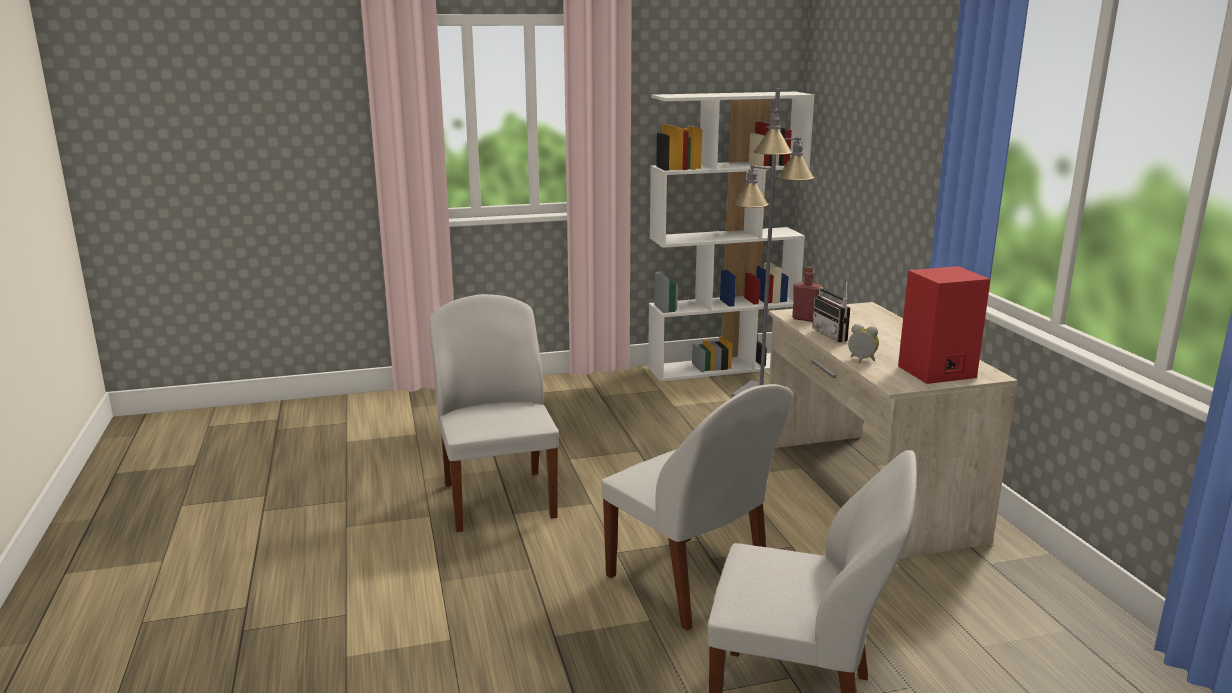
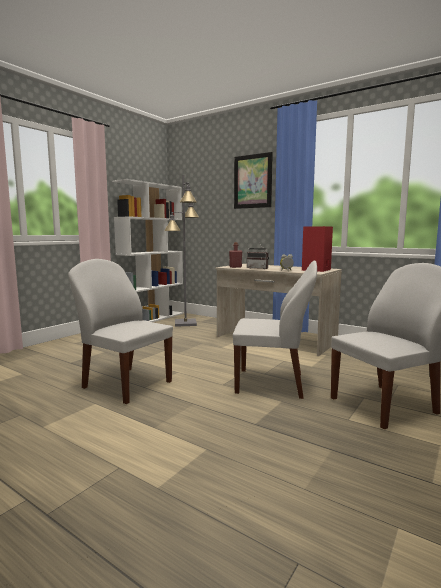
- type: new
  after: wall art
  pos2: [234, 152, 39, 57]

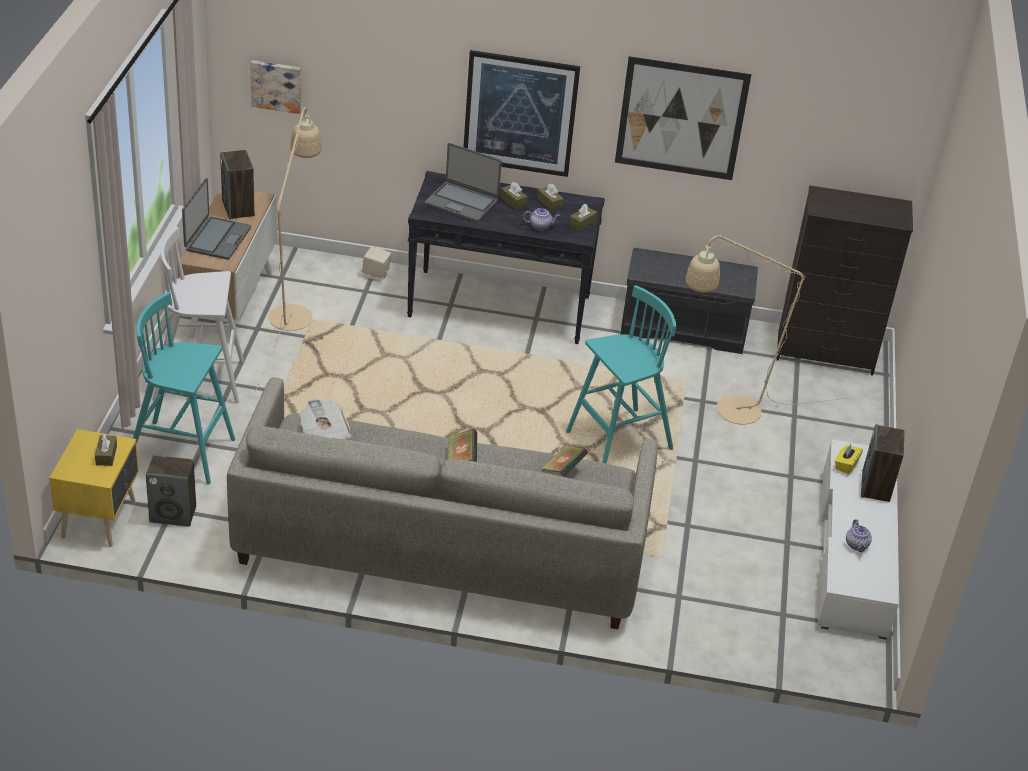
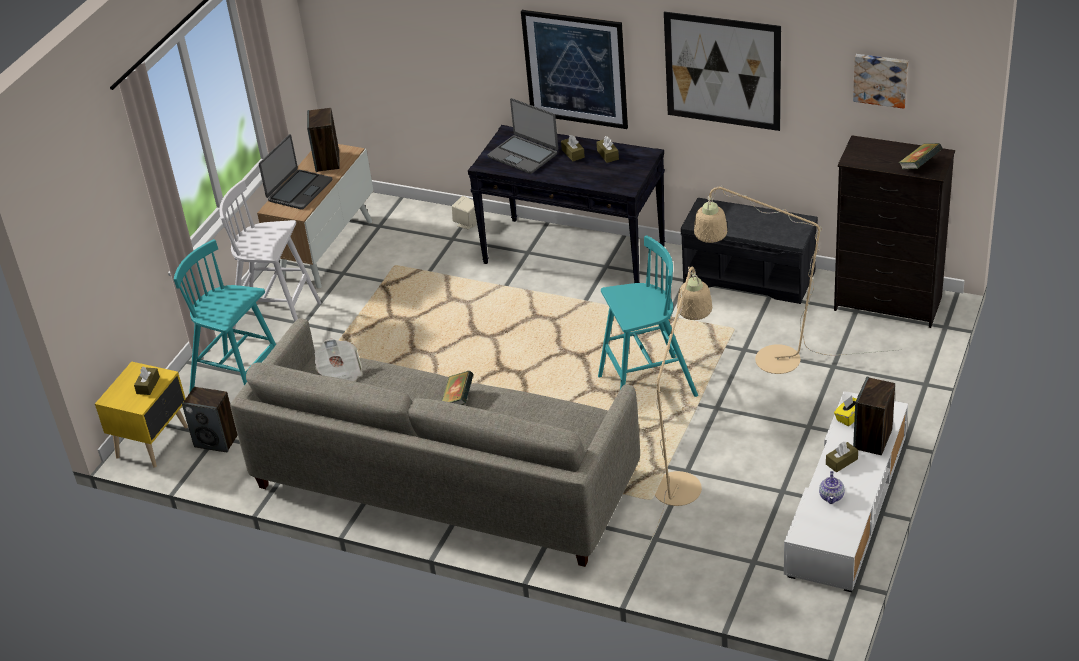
- type: shifted
  before: wall art
  pos1: [250, 60, 51, 54]
  pos2: [853, 54, 56, 55]
- type: shifted
  before: floor lamp (sand-coloured)
  pos1: [255, 107, 67, 284]
  pos2: [631, 267, 81, 316]
- type: shifted
  before: tissue box (brown)
  pos1: [569, 204, 28, 27]
  pos2: [826, 442, 32, 31]
- type: gone
  before: pot for tea
  pos1: [523, 208, 37, 23]
- type: shifted
  before: book
  pos1: [541, 445, 47, 32]
  pos2: [898, 143, 45, 26]

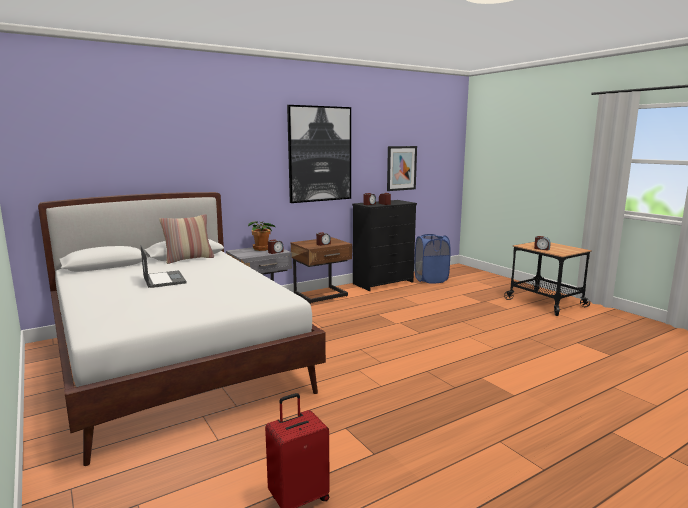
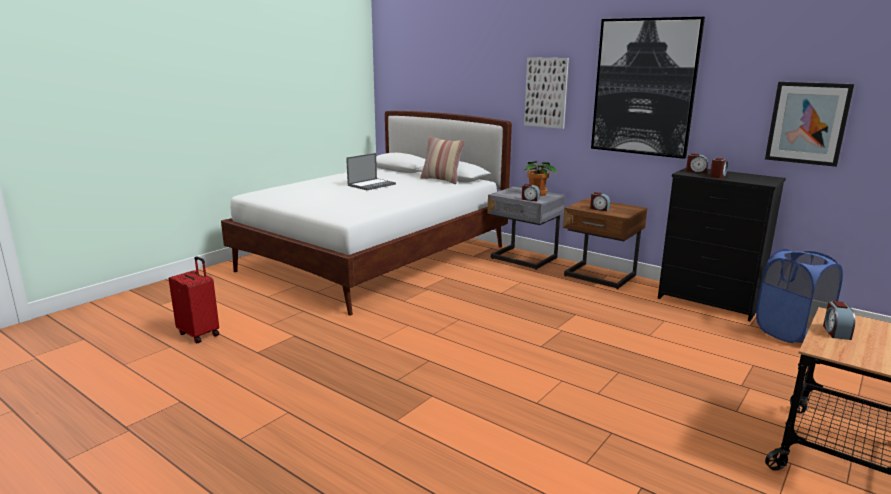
- type: new
  after: wall art
  pos2: [524, 57, 45, 72]

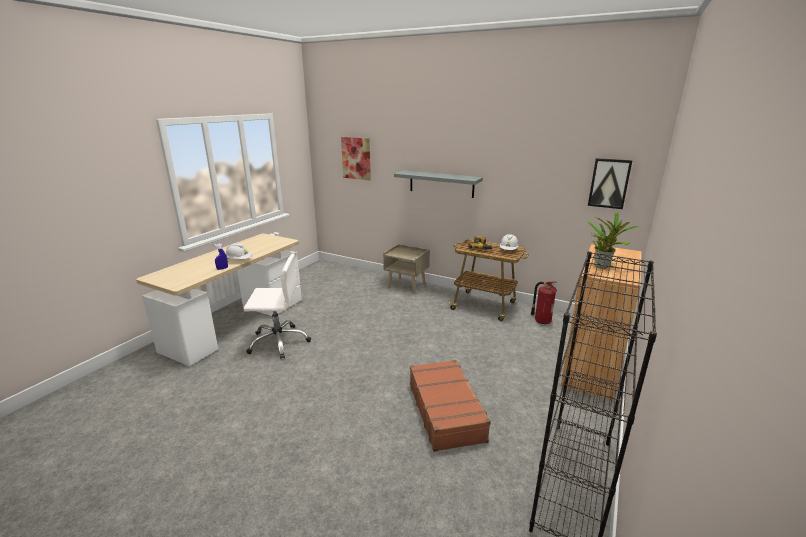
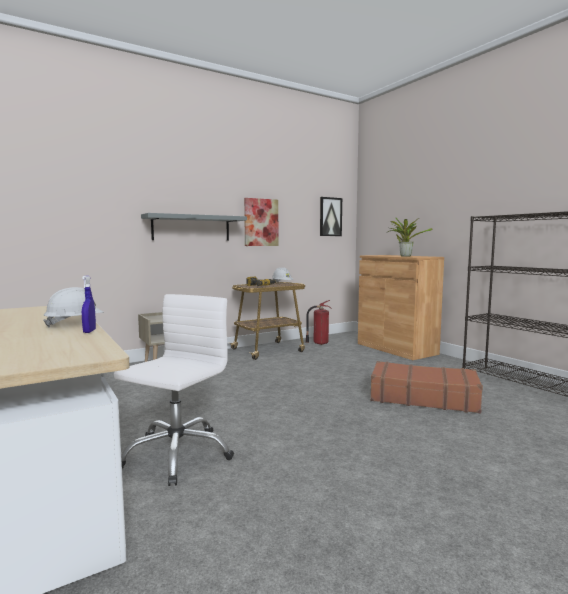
- type: shifted
  before: wall art
  pos1: [341, 137, 30, 43]
  pos2: [244, 198, 34, 48]

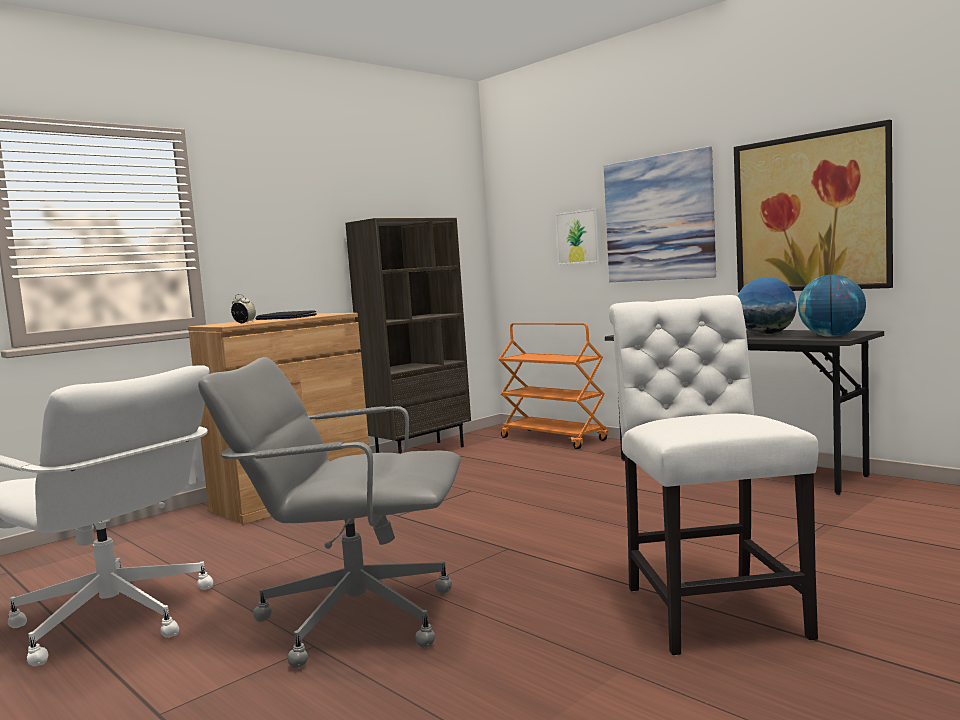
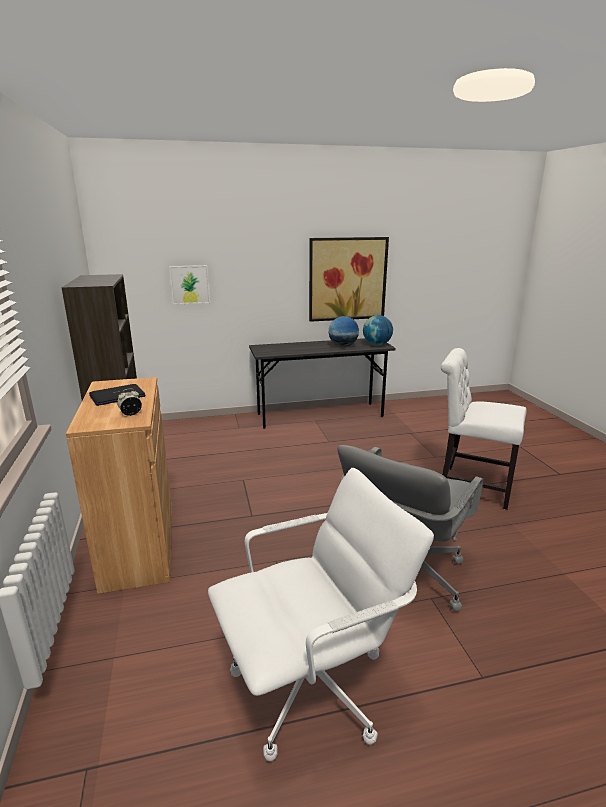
- type: gone
  before: wall art
  pos1: [604, 146, 112, 136]
- type: gone
  before: trolley (orange-coloured)
  pos1: [498, 323, 110, 126]

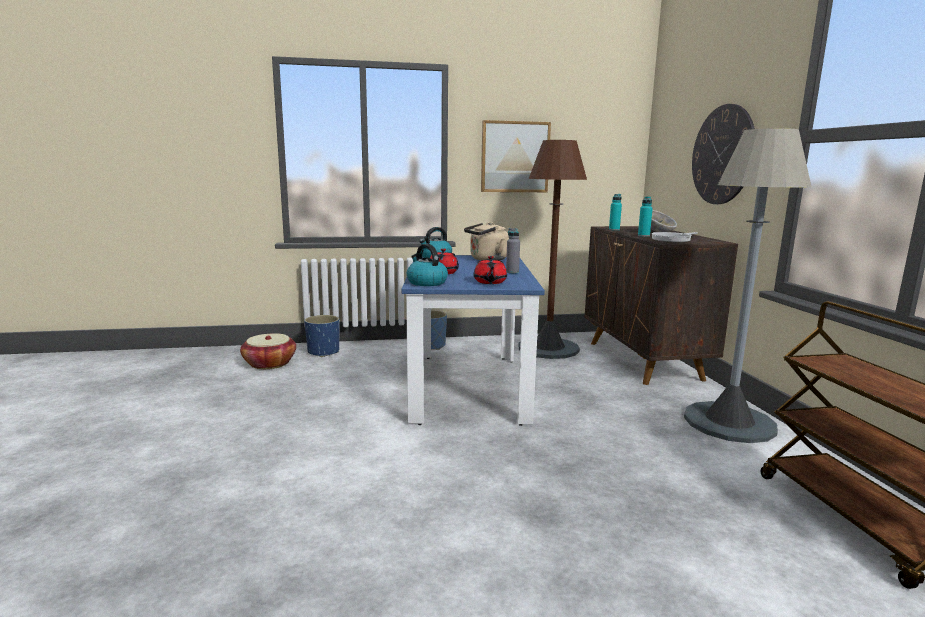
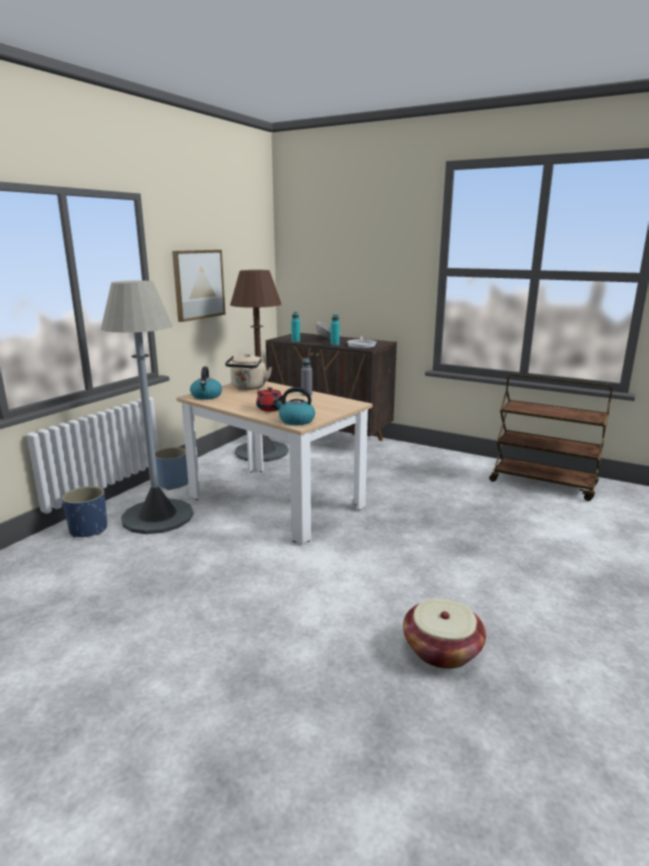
- type: gone
  before: clock on the wall
  pos1: [692, 104, 63, 100]
- type: shifted
  before: floor lamp (grey)
  pos1: [684, 128, 127, 315]
  pos2: [101, 280, 93, 254]
- type: repainted
  before: dinner table (blue-coloured)
  after: dinner table (sand-coloured)
  pos1: [401, 255, 144, 171]
  pos2: [177, 381, 196, 163]
- type: gone
  before: pot for tea (reddish)
  pos1: [473, 256, 34, 28]
- type: shifted
  before: basket
  pos1: [240, 333, 56, 36]
  pos2: [403, 599, 83, 70]

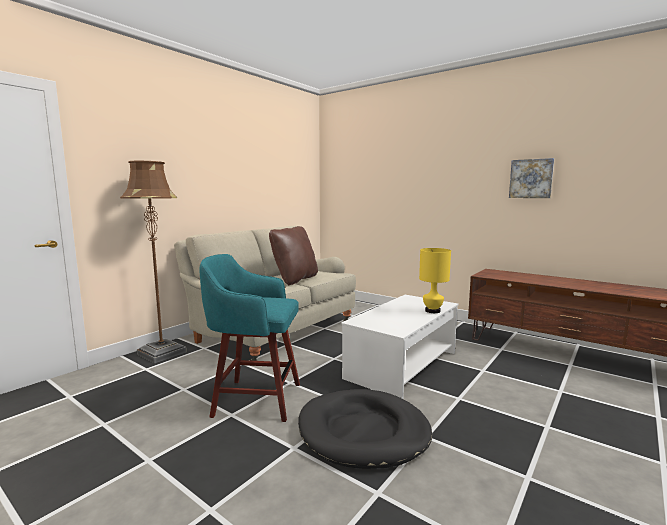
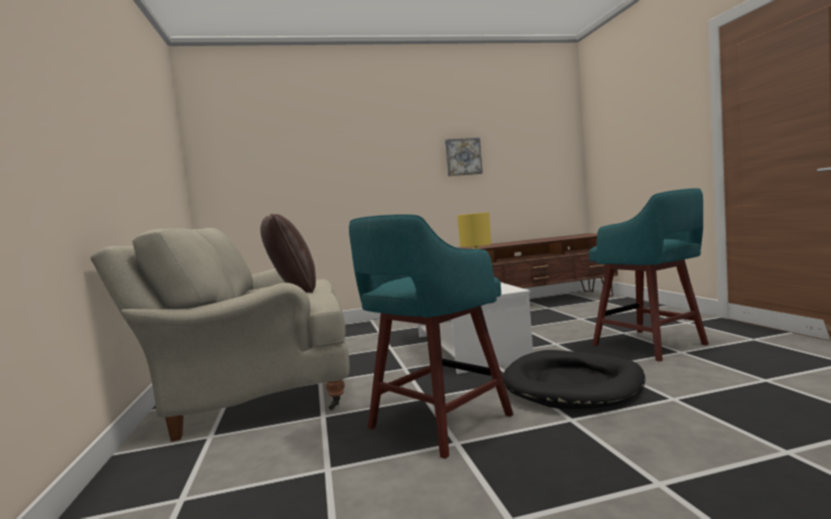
- type: gone
  before: floor lamp (brown)
  pos1: [120, 161, 67, 202]
- type: new
  after: stool (turquoise)
  pos2: [589, 188, 120, 174]

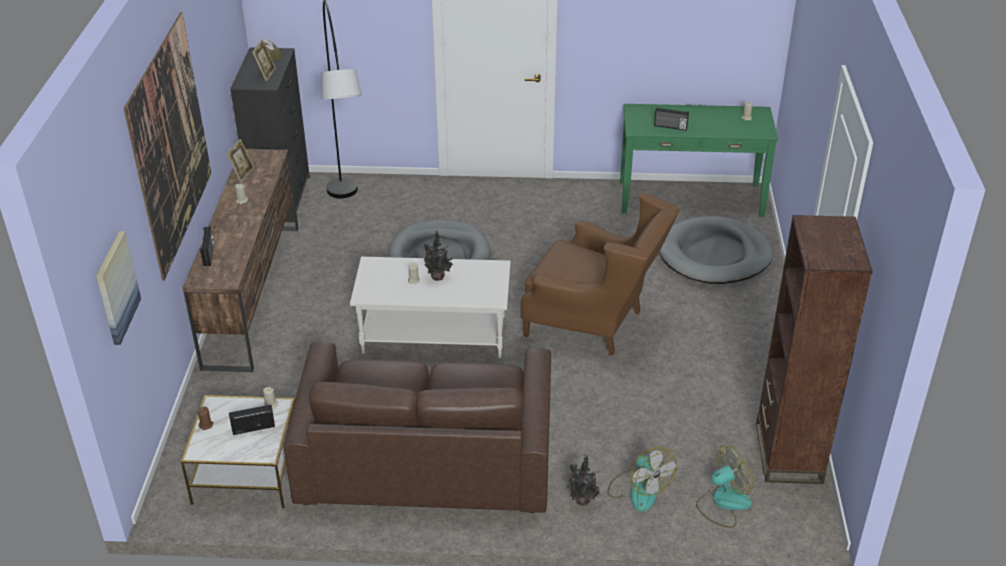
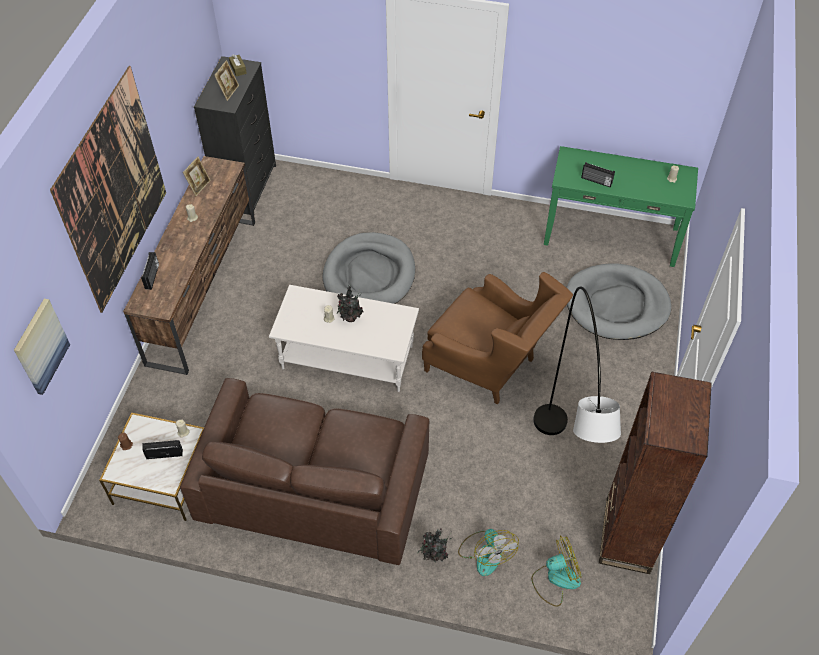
- type: shifted
  before: floor lamp (grey)
  pos1: [321, 0, 41, 198]
  pos2: [533, 286, 88, 157]

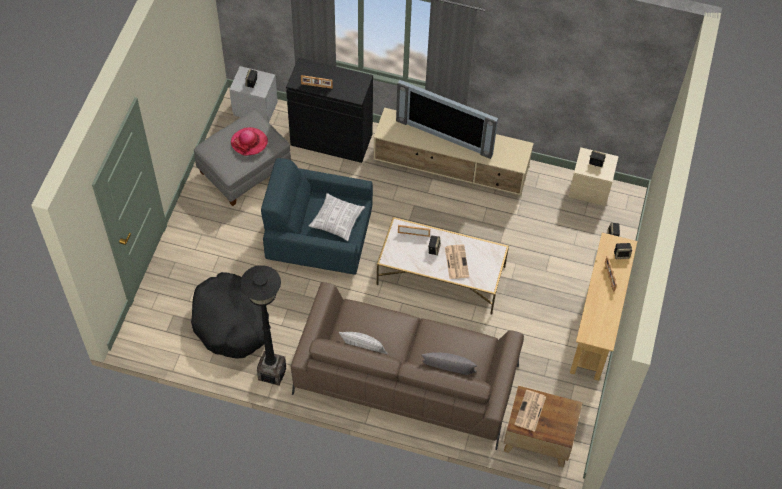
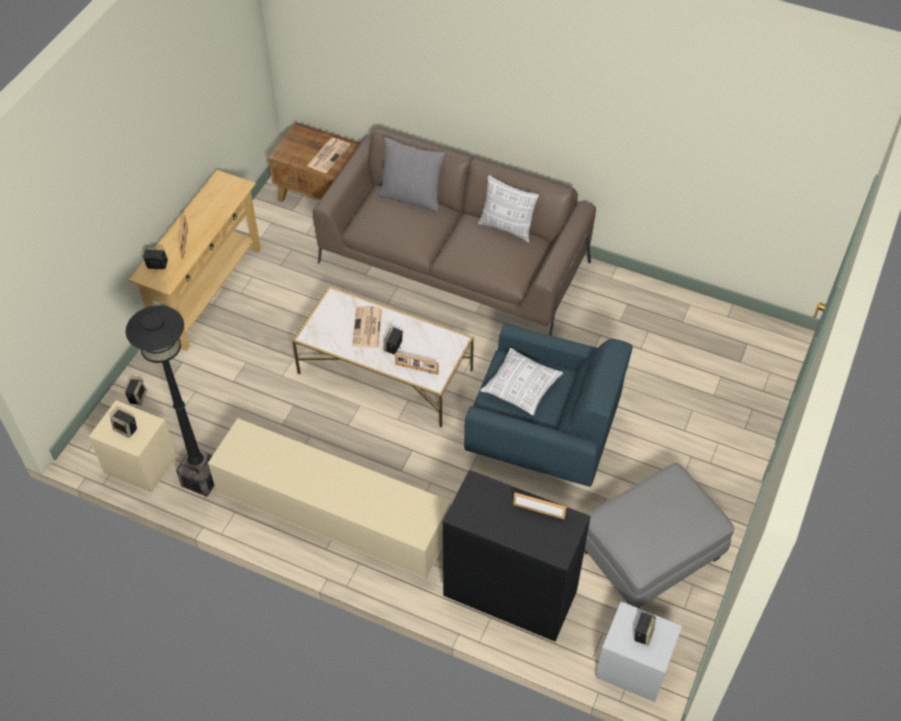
- type: gone
  before: television
  pos1: [396, 80, 102, 79]
- type: gone
  before: clothing hat
  pos1: [231, 127, 37, 29]
- type: shifted
  before: floor lamp (black-coloured)
  pos1: [240, 265, 46, 121]
  pos2: [126, 305, 89, 192]
- type: gone
  before: dog cushion (black-coloured)
  pos1: [191, 272, 78, 87]

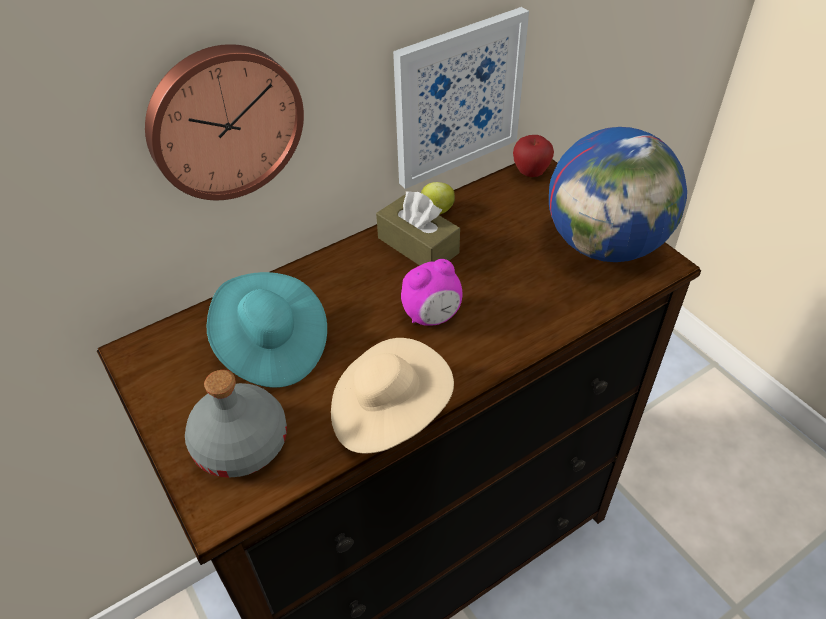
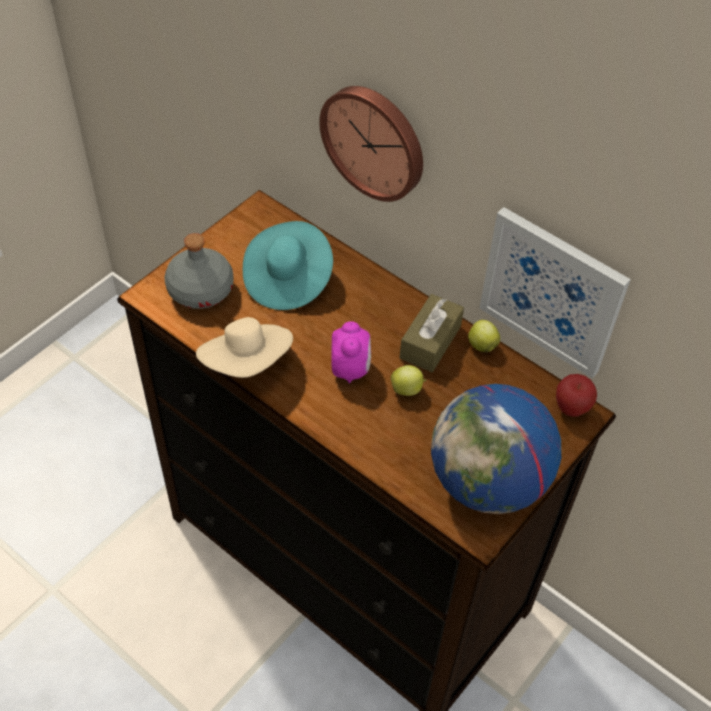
- type: rotated
  before: bedside clock
  pos1: [401, 259, 62, 67]
  pos2: [332, 321, 39, 62]
  turn: -135
- type: new
  after: apple
  pos2: [391, 365, 35, 31]

